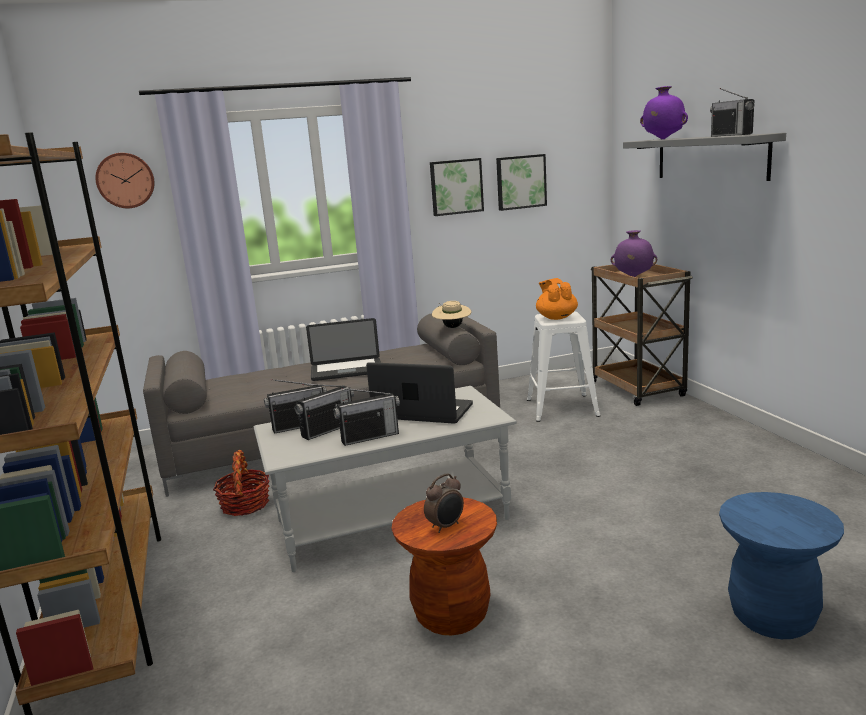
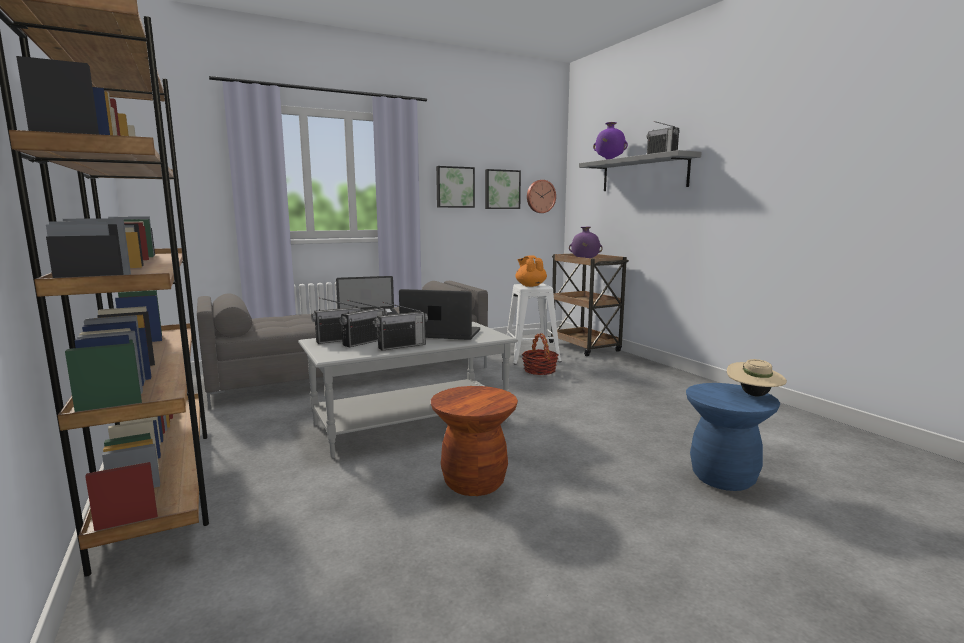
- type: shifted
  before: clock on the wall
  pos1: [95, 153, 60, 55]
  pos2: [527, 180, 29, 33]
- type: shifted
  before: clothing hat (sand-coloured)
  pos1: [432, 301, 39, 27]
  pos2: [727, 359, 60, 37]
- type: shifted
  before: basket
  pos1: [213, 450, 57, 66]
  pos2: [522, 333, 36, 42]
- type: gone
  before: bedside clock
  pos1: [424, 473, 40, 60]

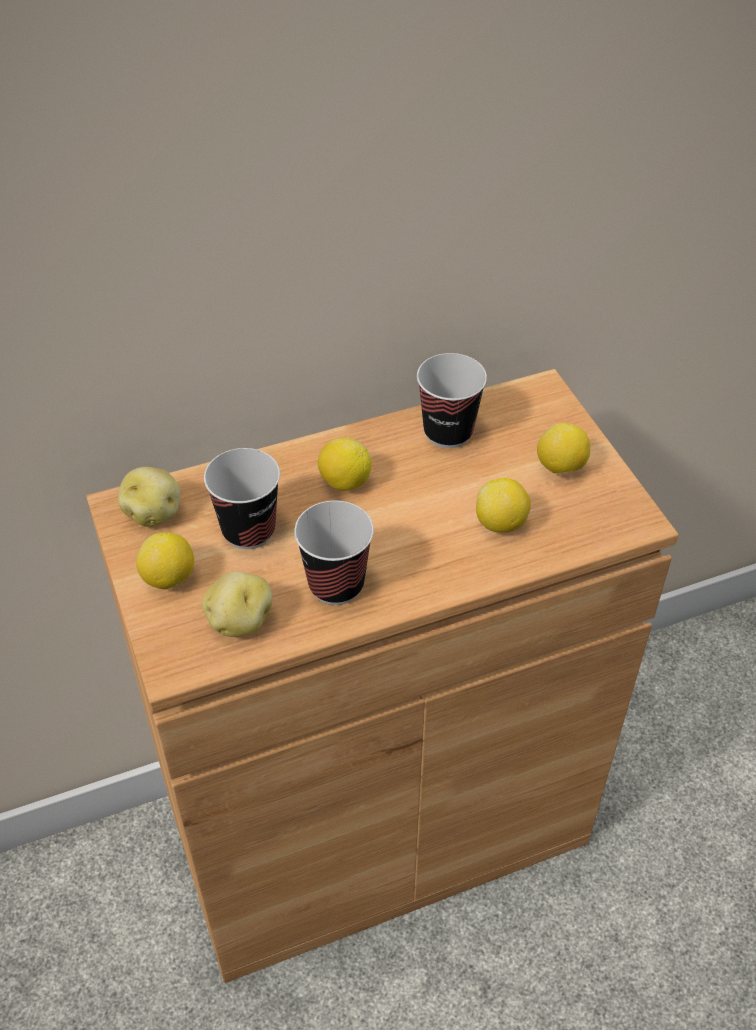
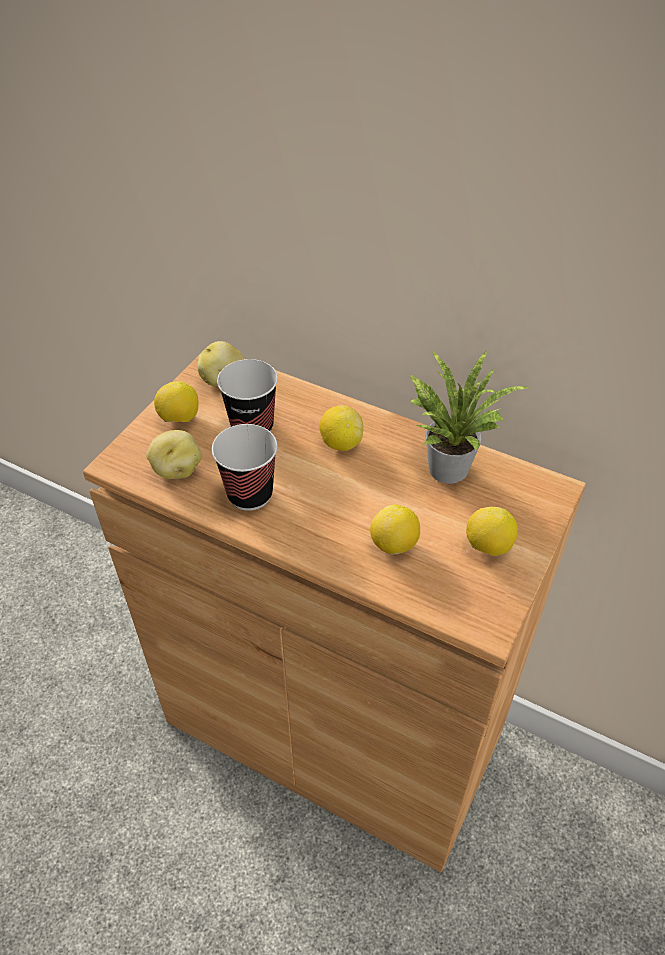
- type: swapped
  before: drinking cup
  after: potted plant
  pos1: [417, 353, 70, 95]
  pos2: [409, 350, 123, 134]

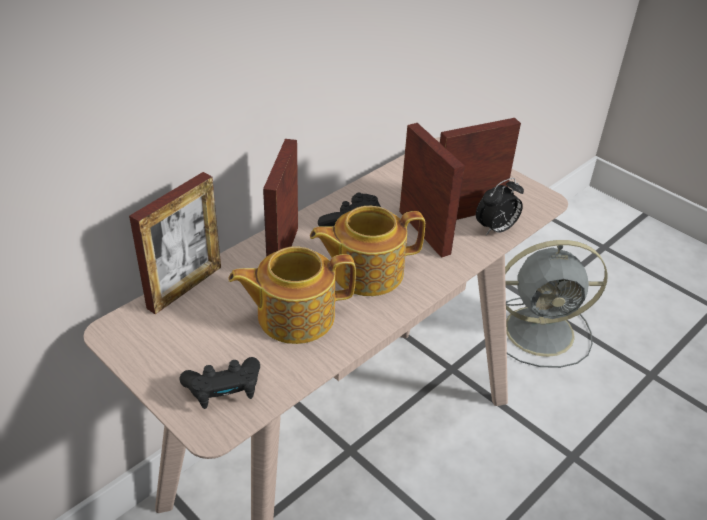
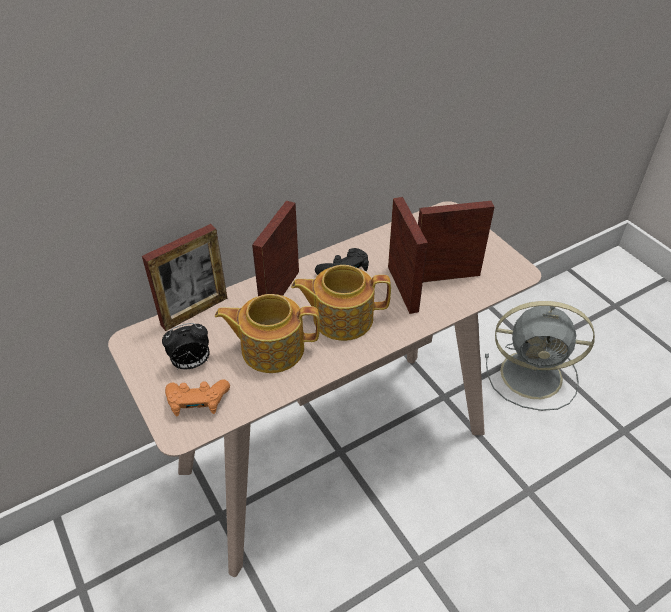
- type: shifted
  before: bedside clock
  pos1: [476, 178, 48, 58]
  pos2: [162, 323, 47, 47]
- type: repainted
  before: gamepad (black-coloured)
  after: gamepad (orange-coloured)
  pos1: [180, 357, 80, 52]
  pos2: [165, 379, 65, 37]

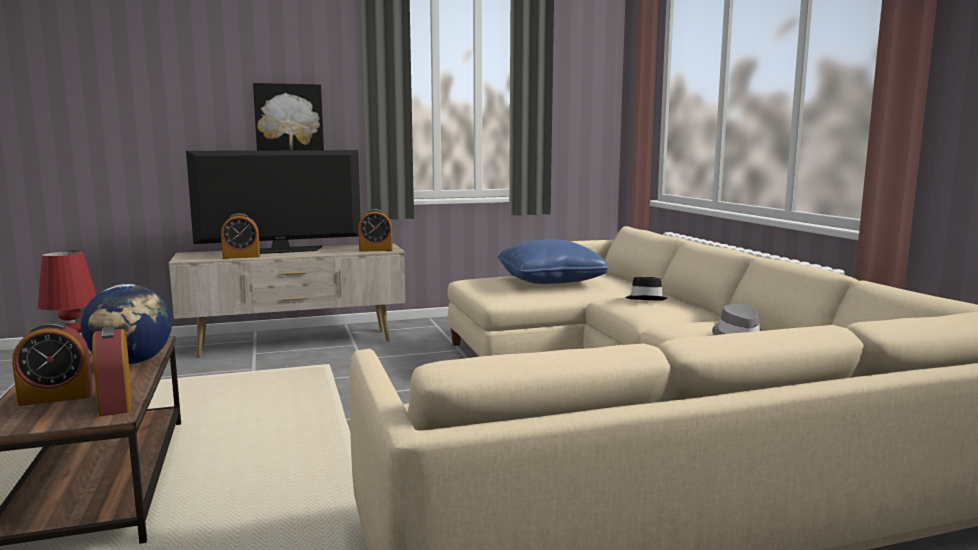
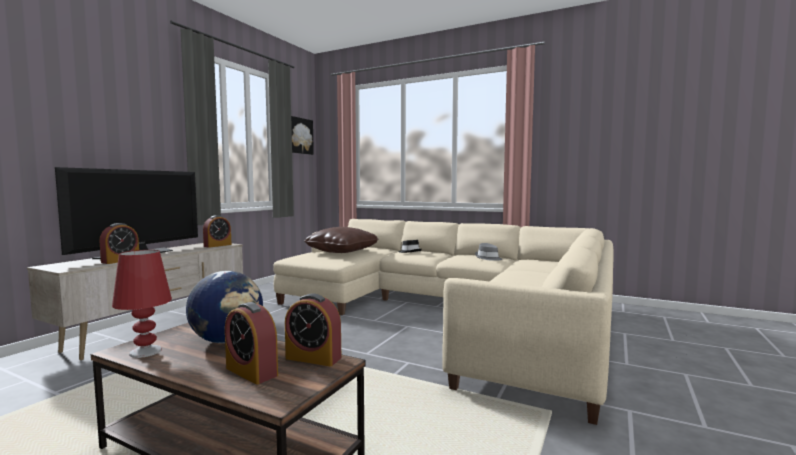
- type: shifted
  before: wall art
  pos1: [253, 83, 71, 67]
  pos2: [291, 116, 23, 39]
- type: repainted
  before: throw pillow (blue-coloured)
  after: throw pillow (brown)
  pos1: [498, 239, 111, 45]
  pos2: [304, 227, 74, 26]
- type: rotated
  before: bedside clock
  pos1: [12, 322, 81, 84]
  pos2: [225, 302, 53, 82]
  turn: 105

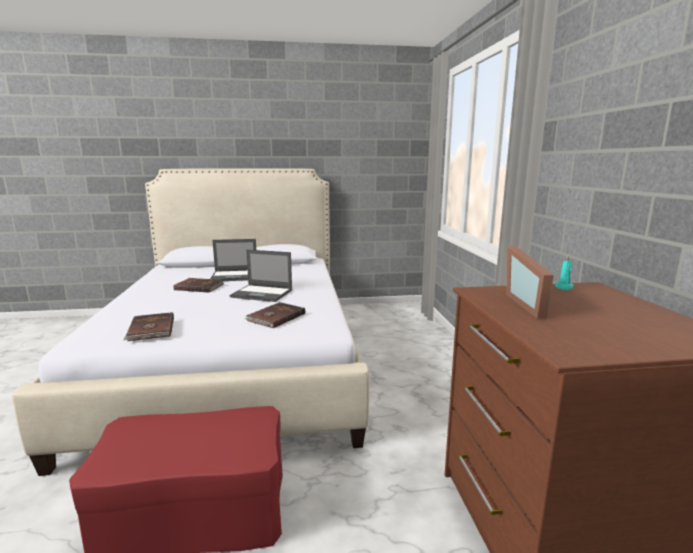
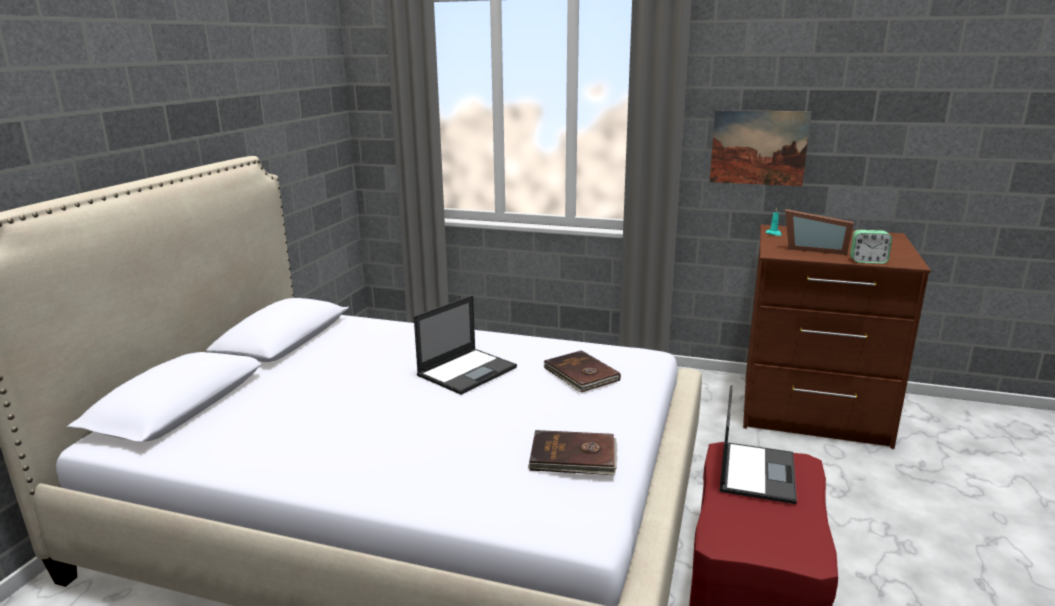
- type: shifted
  before: laptop
  pos1: [210, 239, 46, 42]
  pos2: [719, 385, 78, 119]
- type: gone
  before: book (brown)
  pos1: [173, 278, 51, 15]
- type: new
  after: wall art
  pos2: [710, 110, 102, 76]
- type: new
  after: bedside clock
  pos2: [850, 230, 42, 34]

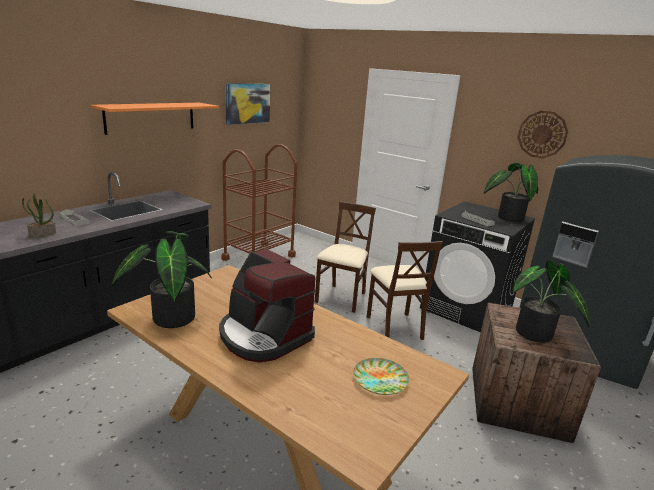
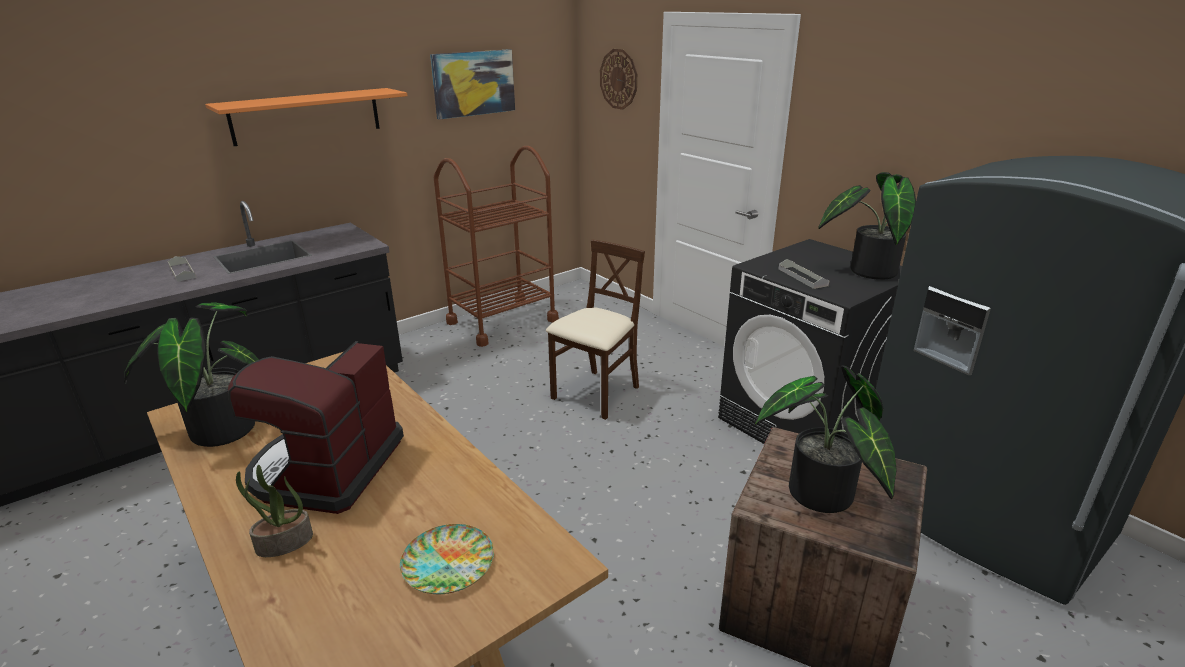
- type: shifted
  before: clock on the wall
  pos1: [518, 111, 50, 47]
  pos2: [600, 49, 37, 61]
- type: shifted
  before: potted plant
  pos1: [22, 193, 34, 45]
  pos2: [236, 465, 77, 92]
- type: gone
  before: upright chair (sand-coloured)
  pos1: [367, 241, 76, 99]
- type: rotated
  before: coffee maker
  pos1: [219, 249, 97, 114]
  pos2: [228, 341, 176, 173]
  turn: 45

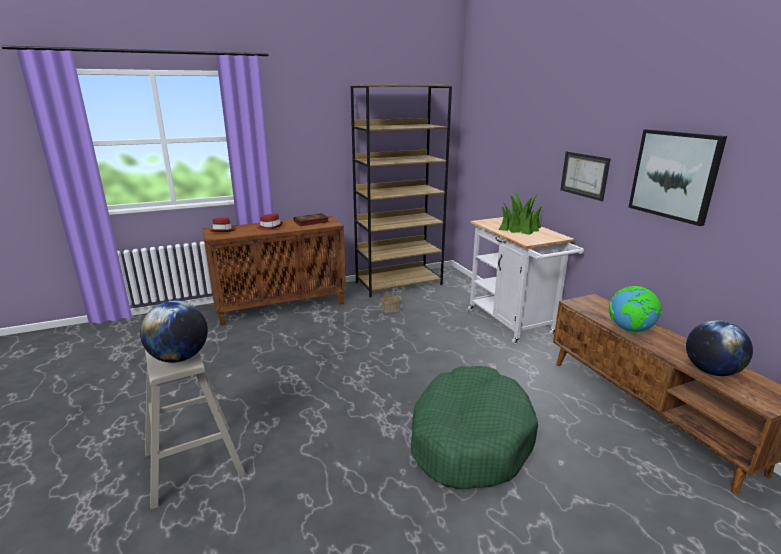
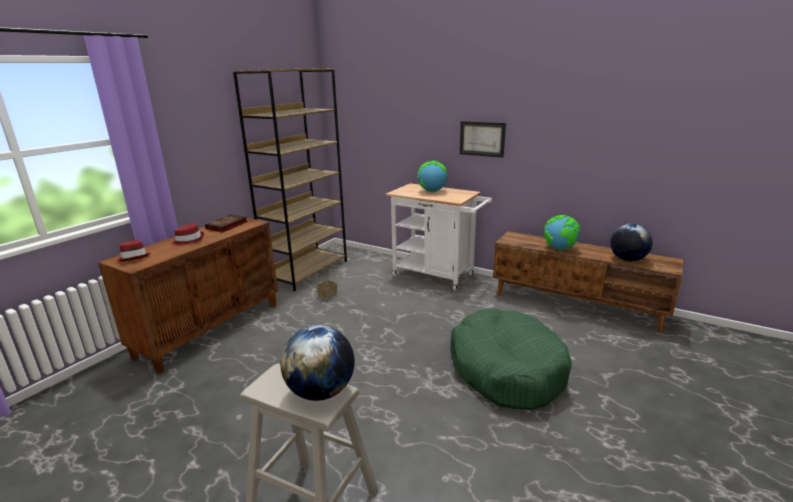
- type: gone
  before: wall art
  pos1: [628, 129, 99, 97]
- type: swapped
  before: potted plant
  after: globe
  pos1: [498, 191, 45, 44]
  pos2: [417, 161, 31, 31]

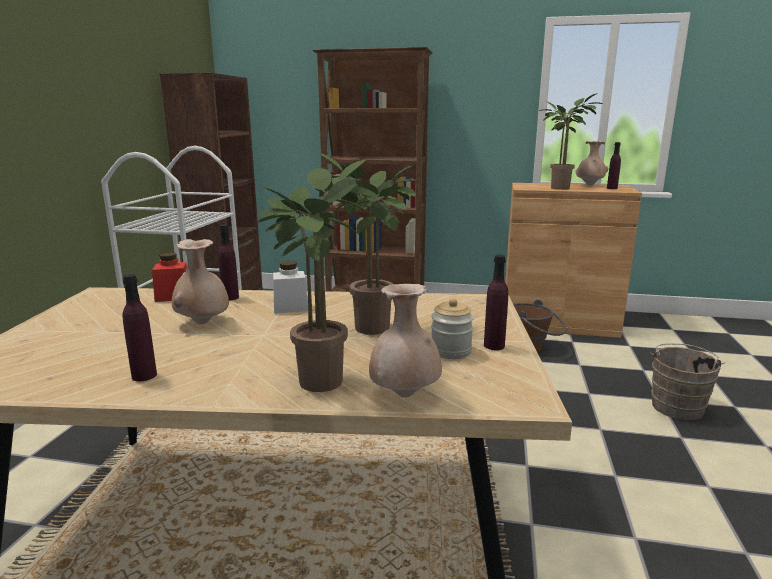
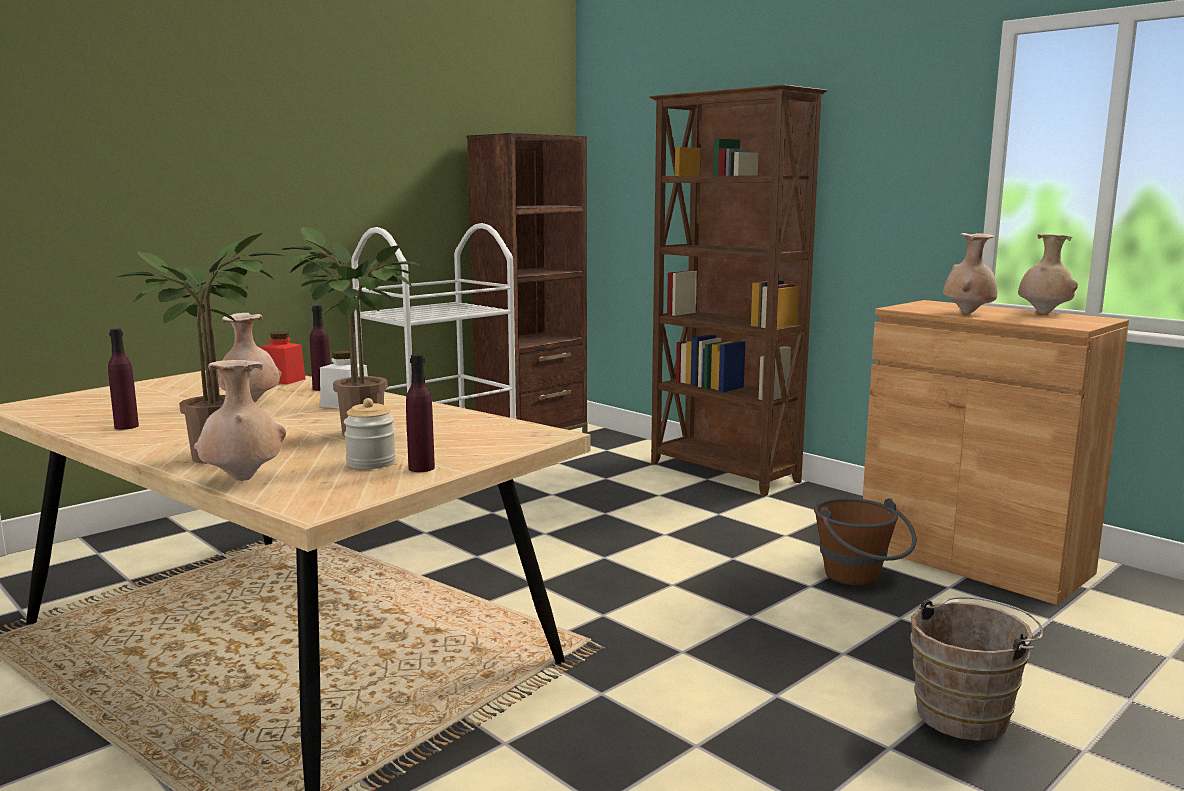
- type: swapped
  before: potted plant
  after: vase (sand-coloured)
  pos1: [539, 93, 64, 97]
  pos2: [943, 233, 54, 80]
- type: gone
  before: bottle (purple-coloured)
  pos1: [607, 142, 14, 47]

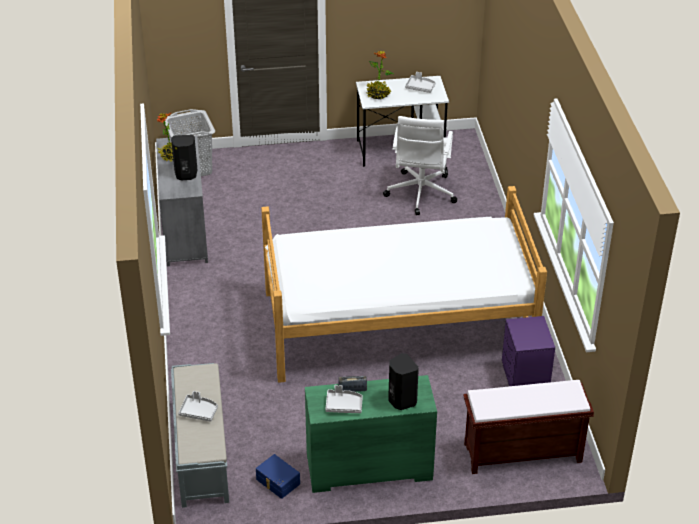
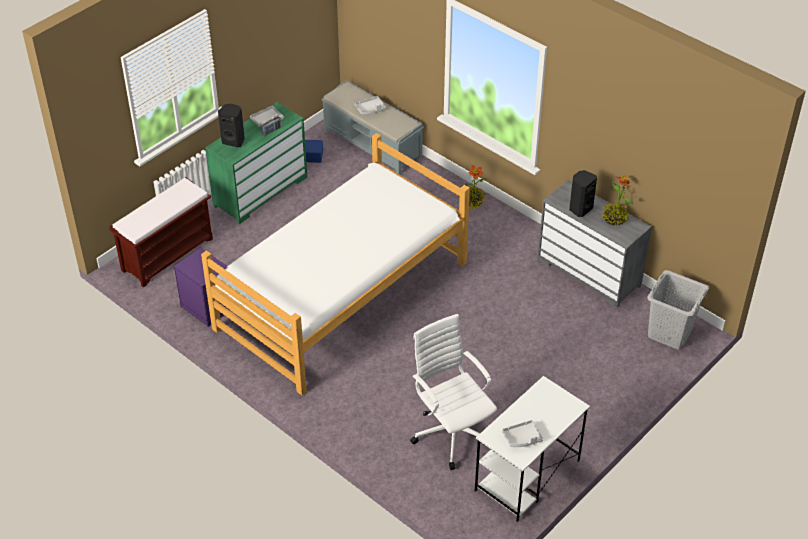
- type: shifted
  before: potted plant
  pos1: [366, 51, 28, 48]
  pos2: [459, 164, 28, 45]

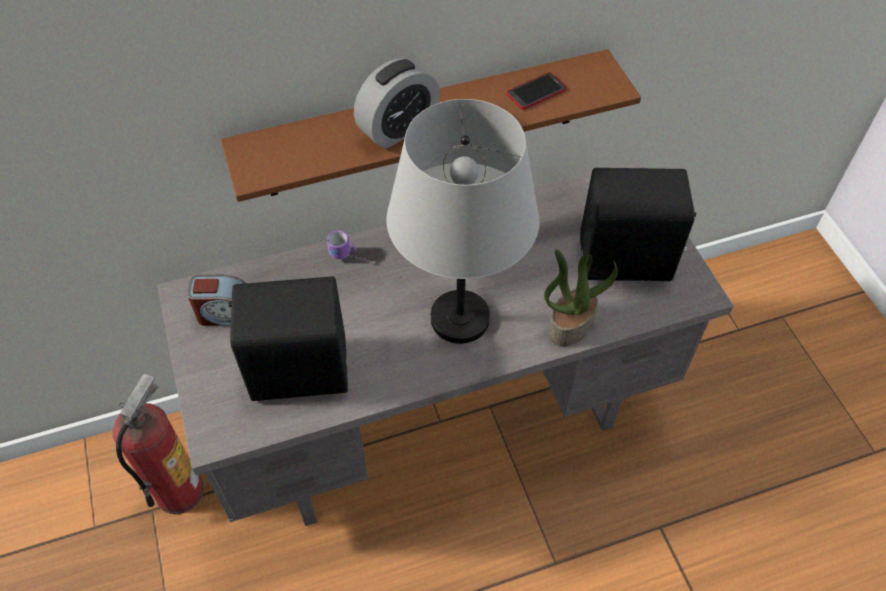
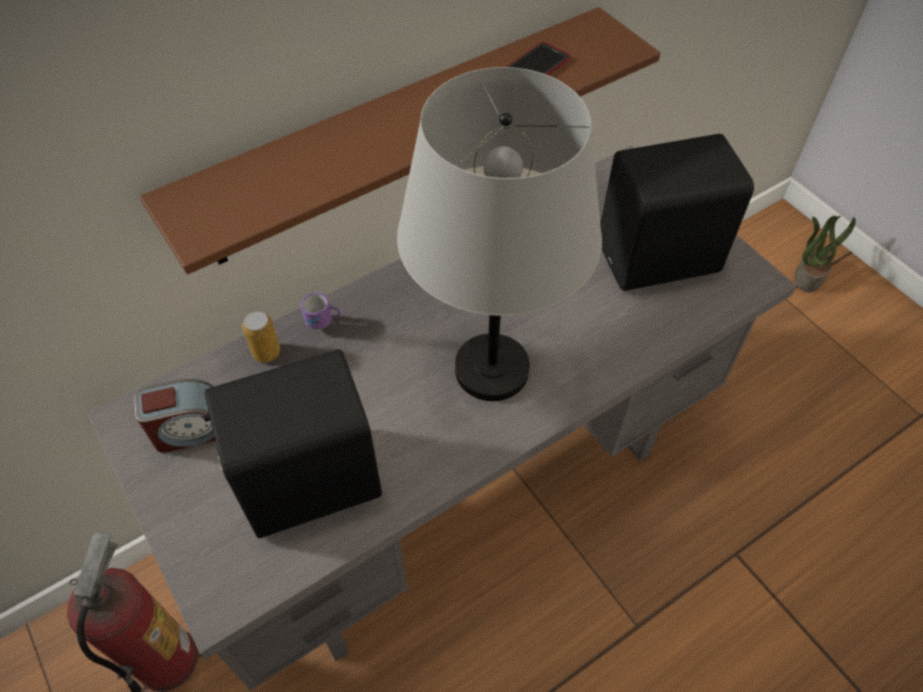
- type: gone
  before: bedside clock
  pos1: [354, 58, 86, 90]
- type: shifted
  before: potted plant
  pos1: [544, 249, 74, 97]
  pos2: [795, 216, 61, 76]
- type: new
  after: sealed can
  pos2: [242, 311, 38, 51]

